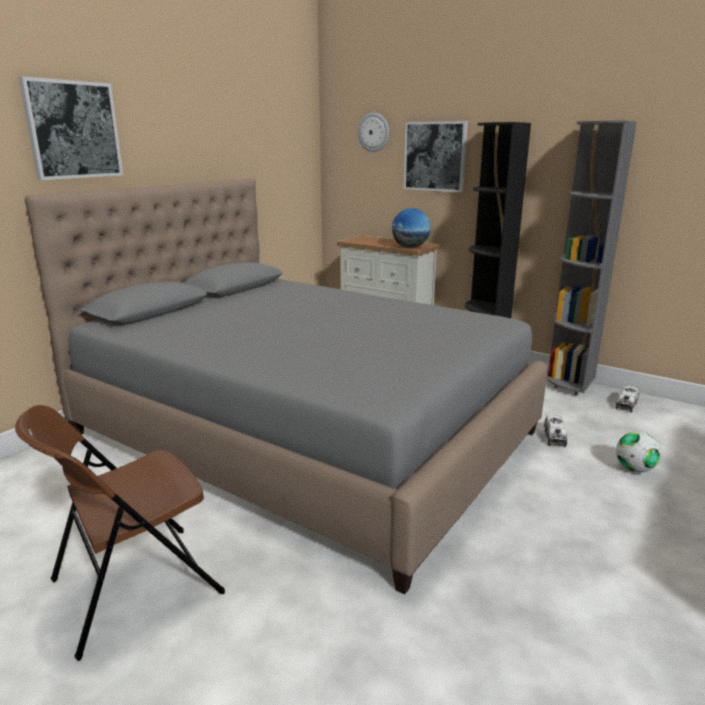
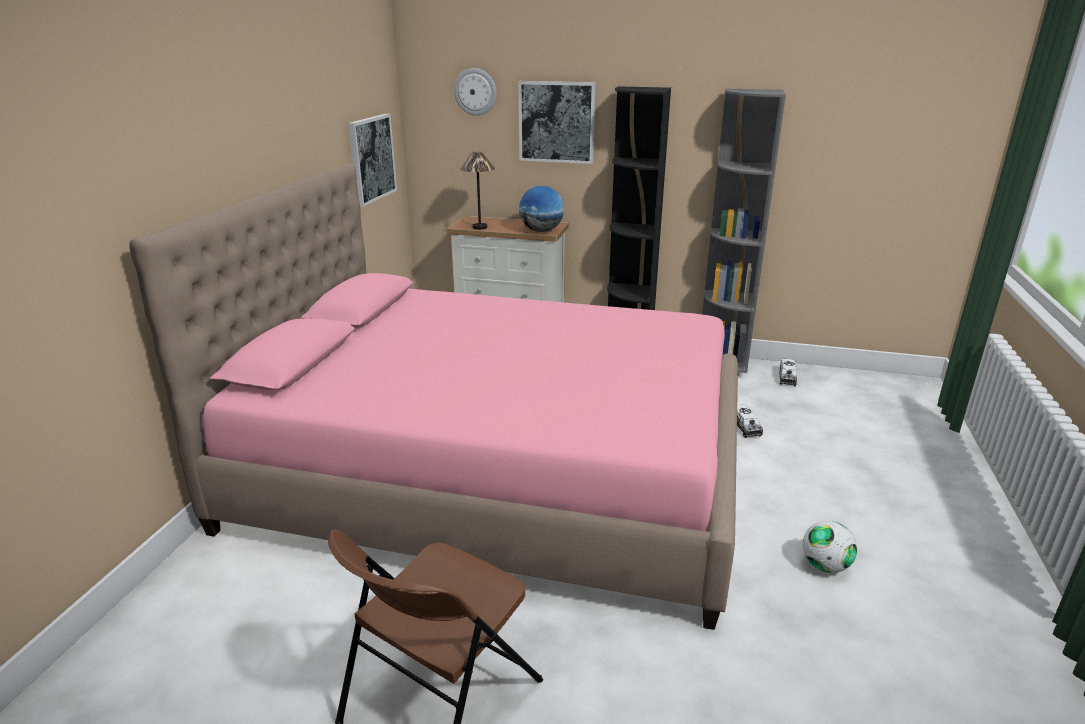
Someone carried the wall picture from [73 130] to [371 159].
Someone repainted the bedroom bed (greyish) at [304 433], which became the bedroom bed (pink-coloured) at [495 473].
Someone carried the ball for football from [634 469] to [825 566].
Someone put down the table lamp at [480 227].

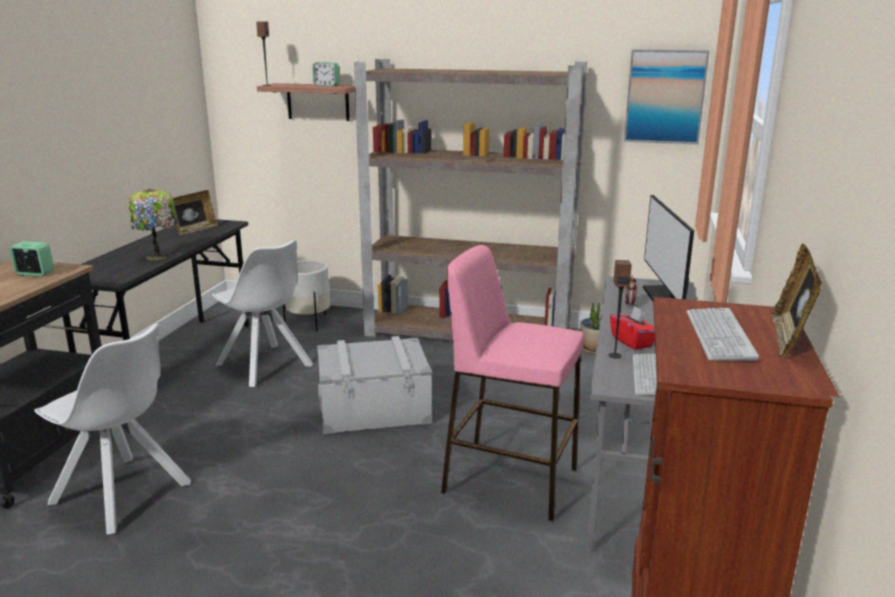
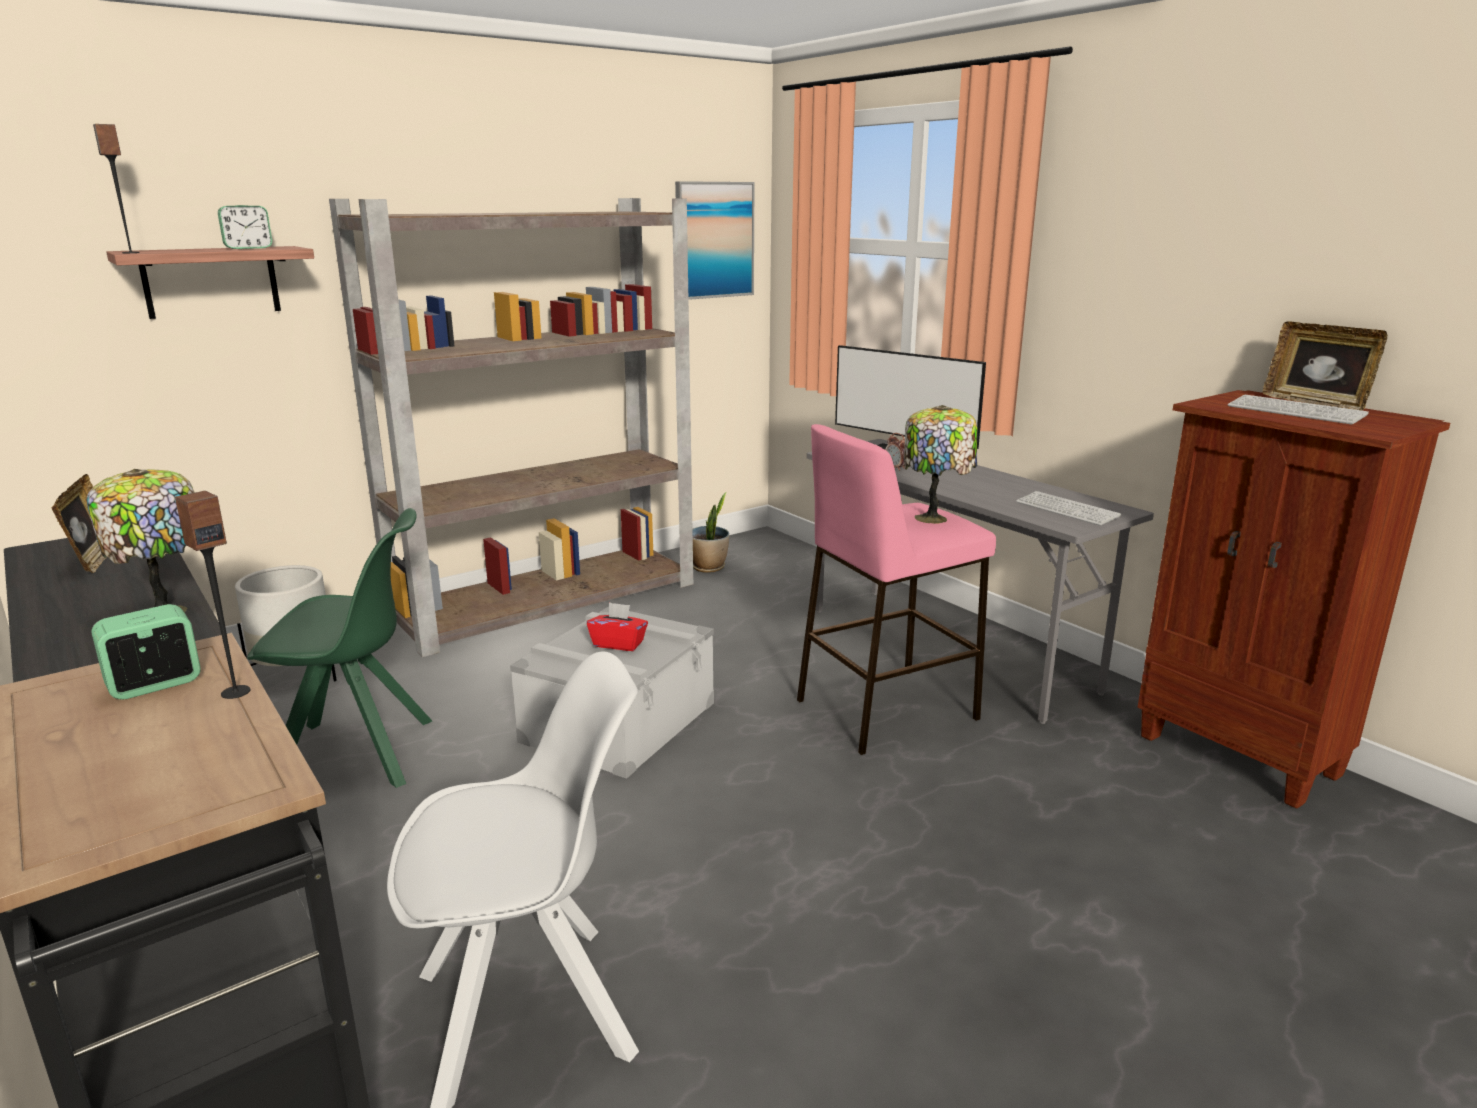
Someone repainted the chair (white) at [265 366], which became the chair (greenish) at [357 754].
Someone carried the speaker from [614 355] to [235 692].
Someone carried the tissue box (red-coloured) from [632 342] to [618 644].
Someone put down the table lamp at [934 518].

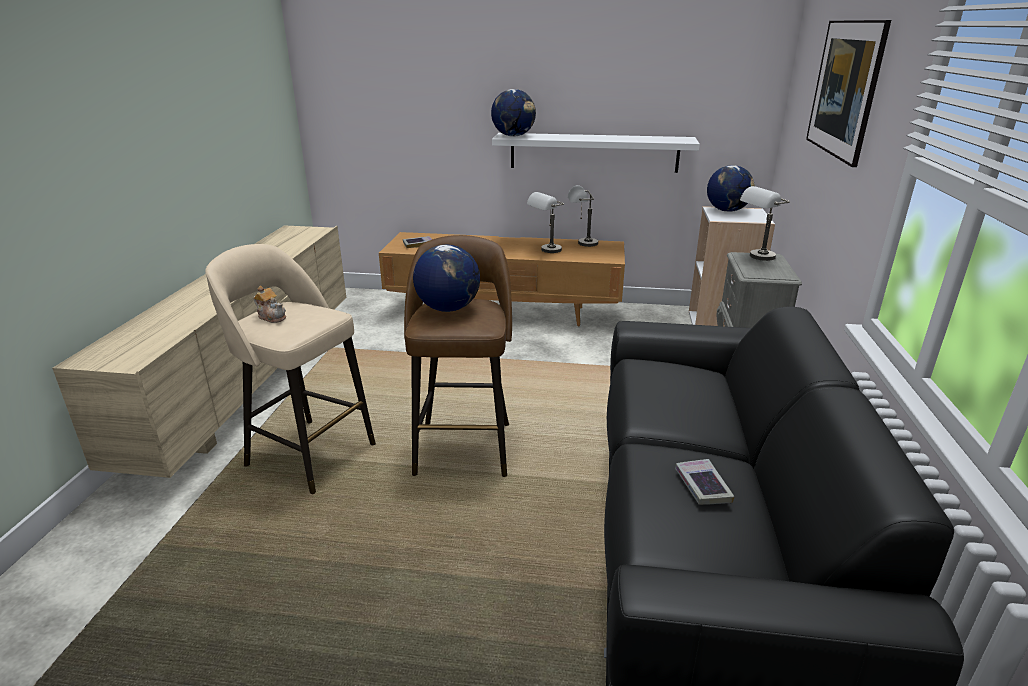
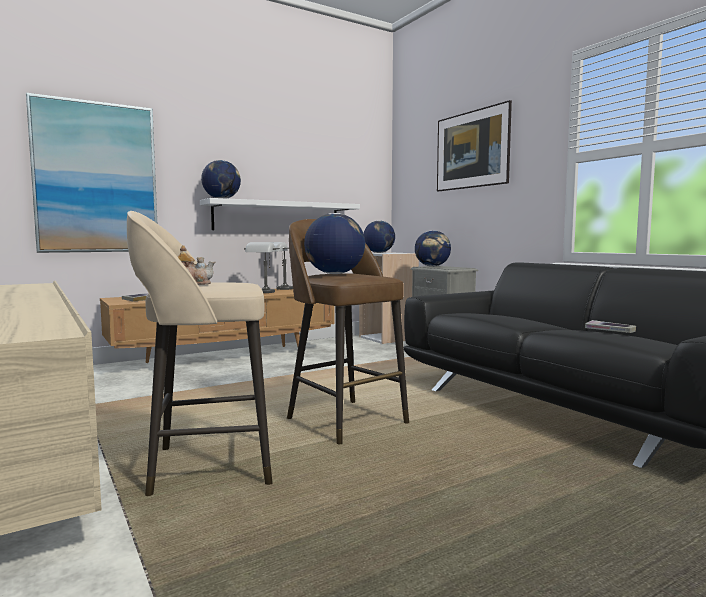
Someone swapped the table lamp (greyish) at [756 258] for the desk globe at [432 266].
Someone put up the wall picture at [96 178].

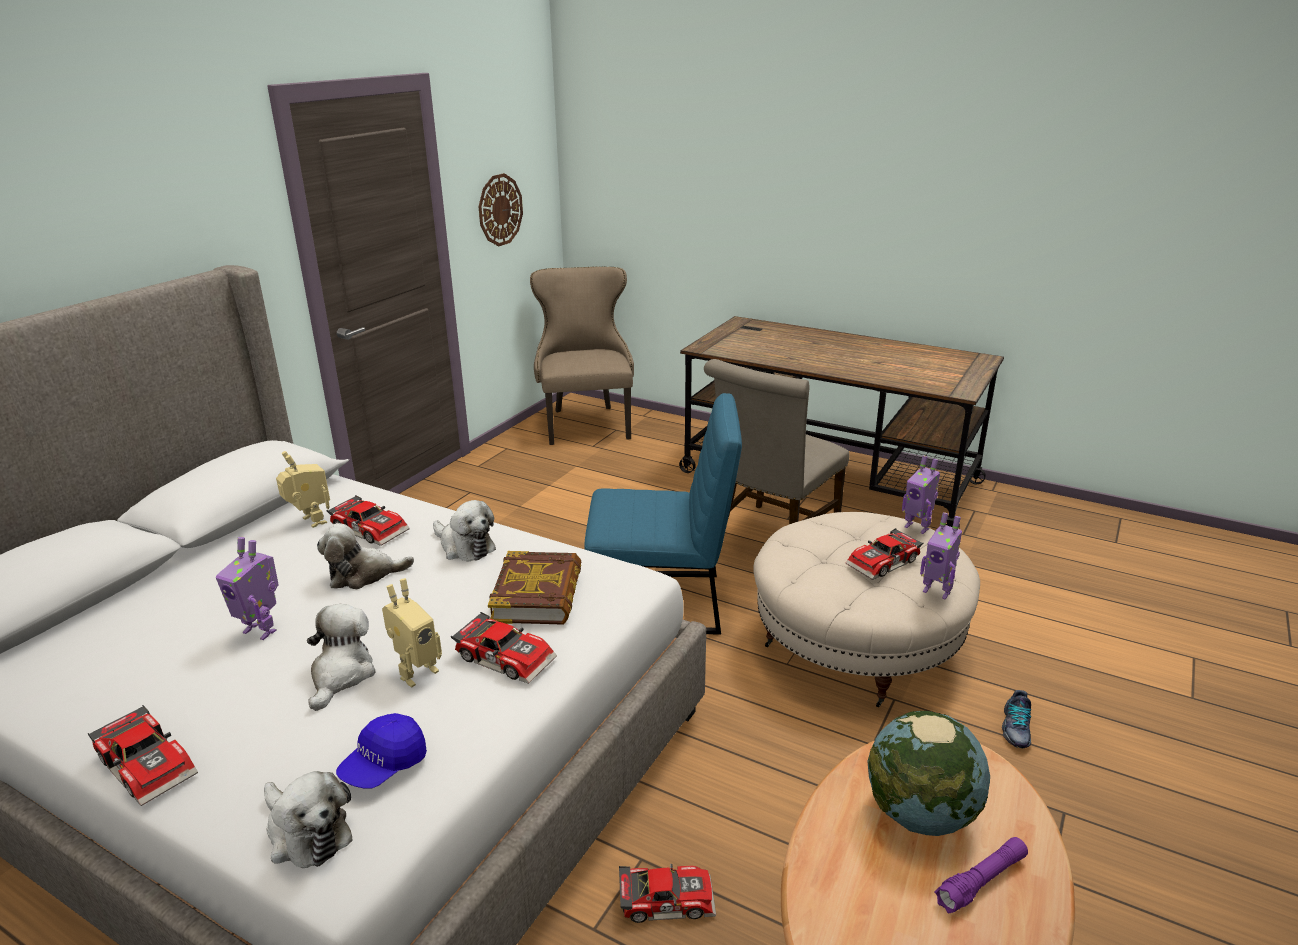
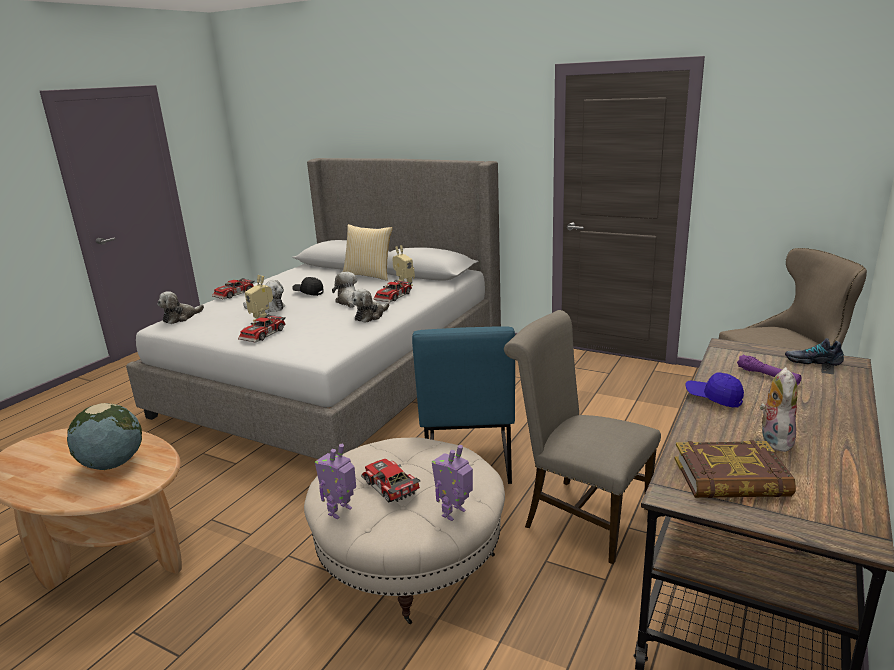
Someone swapped the robot figure at [261 630] for the baseball cap (black-coloured) at [308 293].
Someone carried the baseball cap (bluish) from [384 765] to [713 398].
Someone took away the hanging clock at [500 210].
Someone carried the book from [538 595] to [731 478].
Someone took away the toy car at [666 898].
Someone carried the hand torch (purple-coloured) from [981 881] to [767 376].
Someone carried the shoe from [1015 728] to [812 361].
Someone put down the throw pillow at [369 275].
Someone put down the soft toy at [773 440].

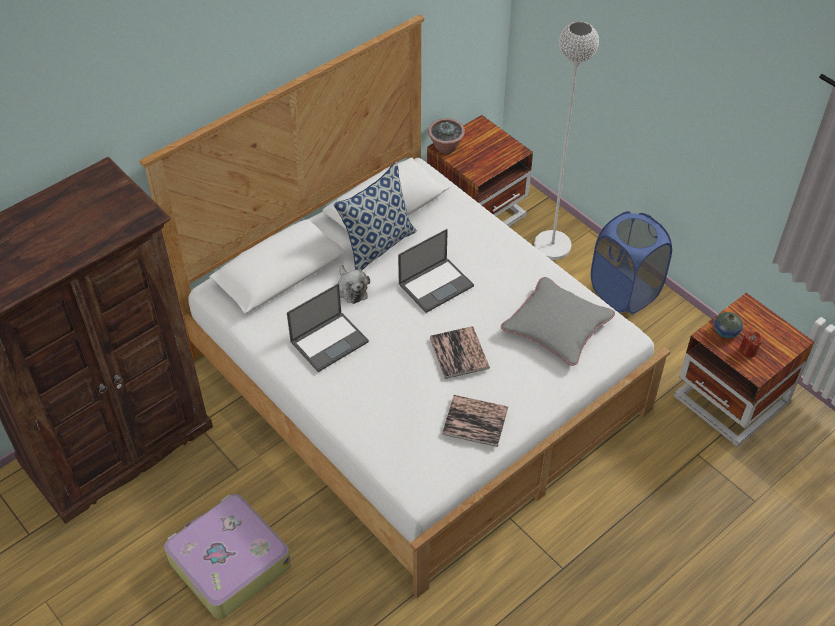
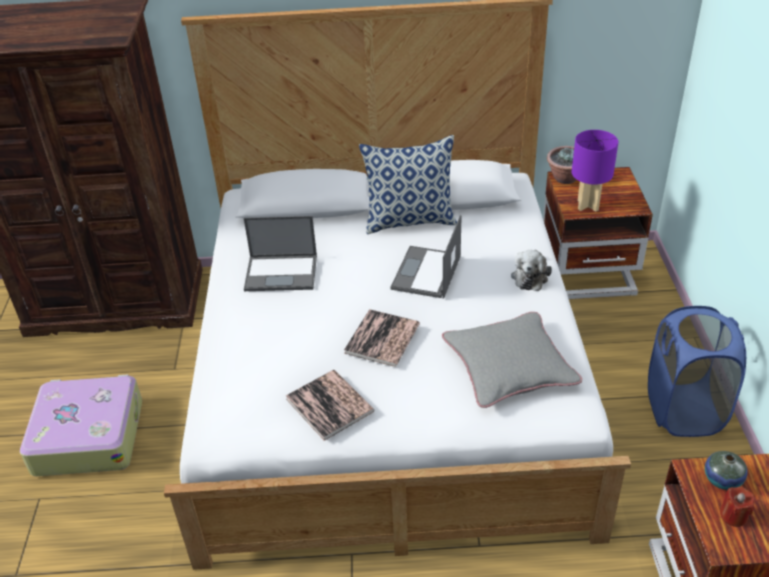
Someone carried the soft toy from [351 289] to [530 276].
Someone rotated the laptop at [436 284] by 105 degrees clockwise.
Someone took away the standing lamp (white) at [552 246].
Someone put down the table lamp (purple-coloured) at [587 205].

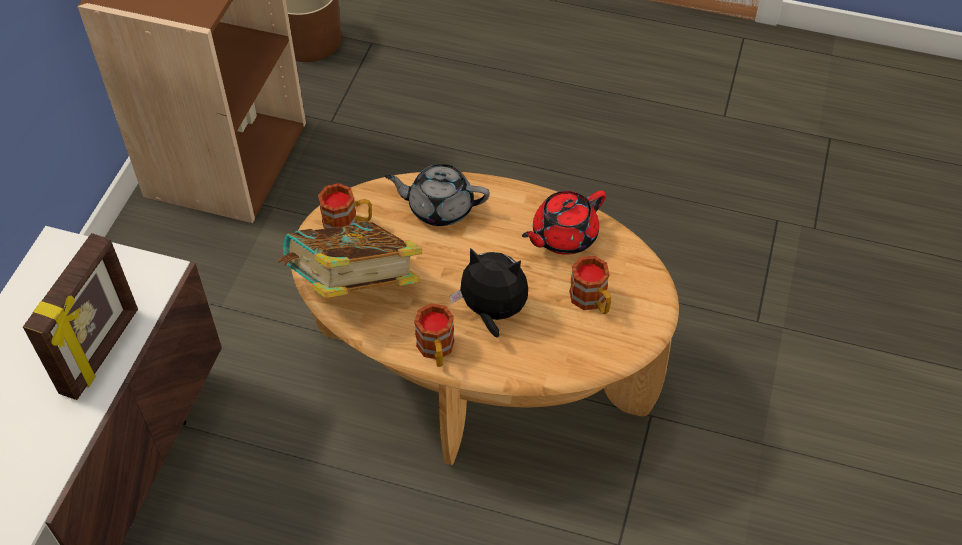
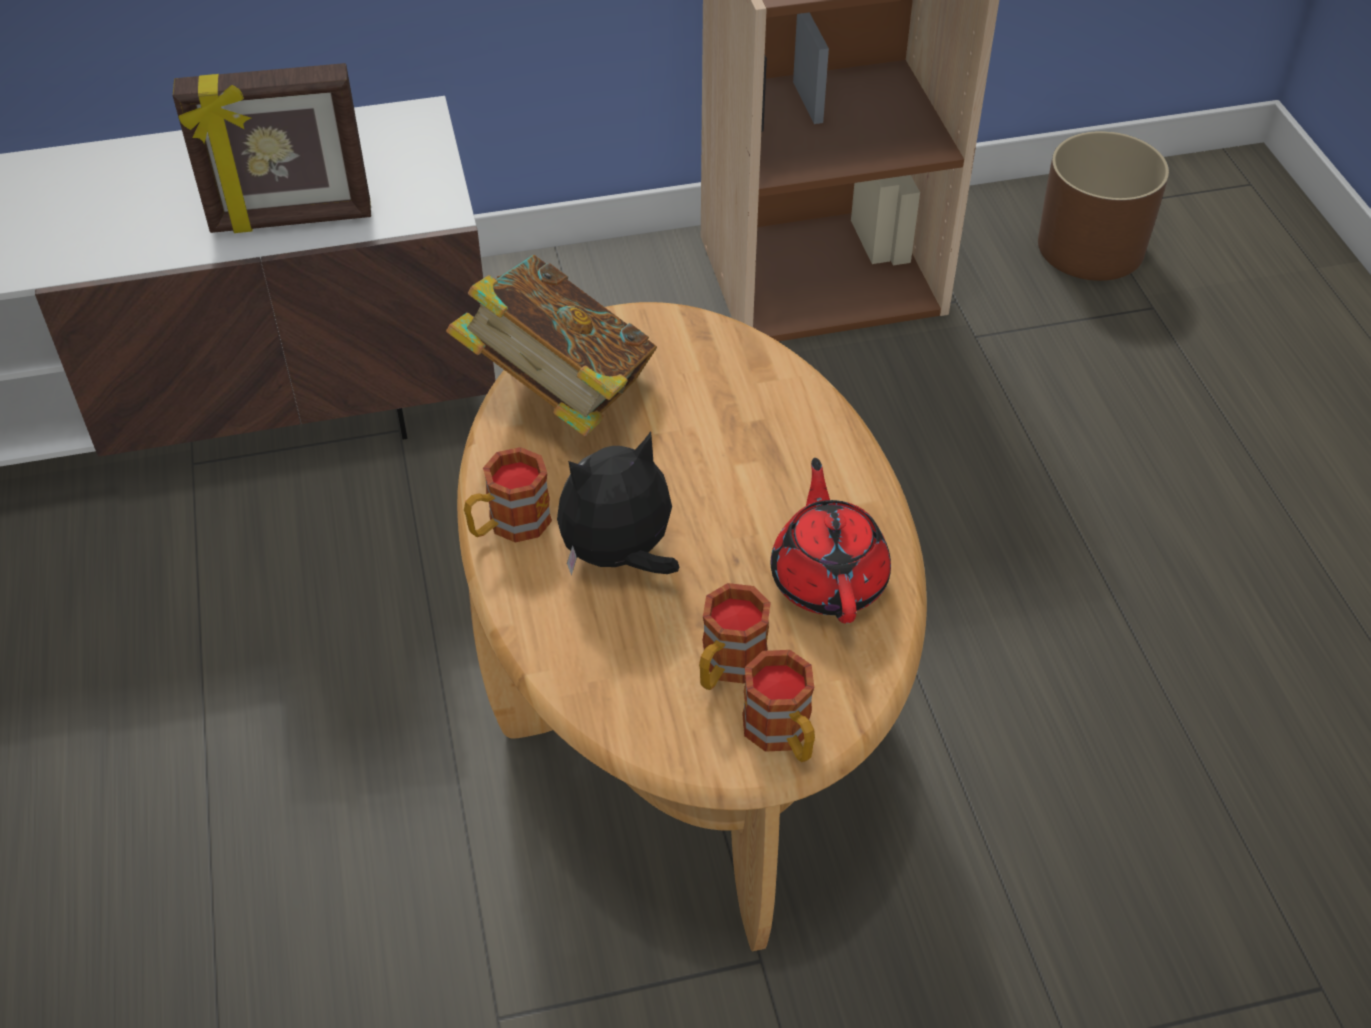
Someone carried the tea mug from [347 223] to [783 735].
Someone took away the pot for tea (greyish) at [439 207].
Someone rotated the soft toy at [492 312] by 105 degrees counterclockwise.
Someone rotated the pot for tea (red-coloured) at [563 236] by 60 degrees clockwise.

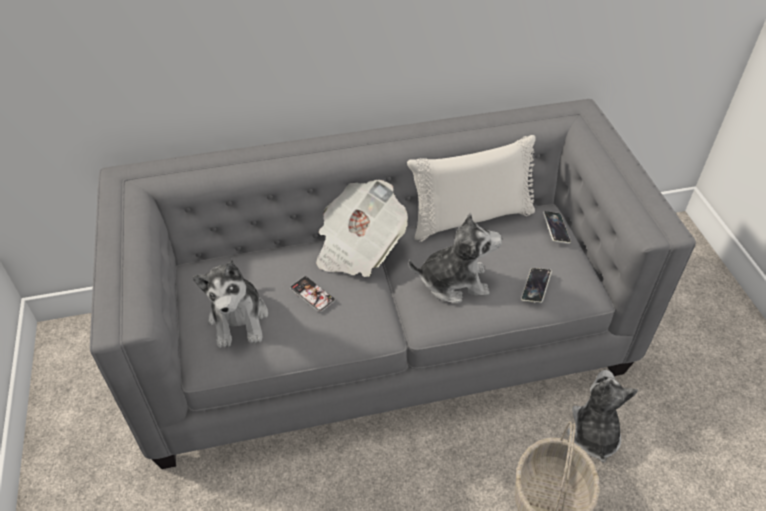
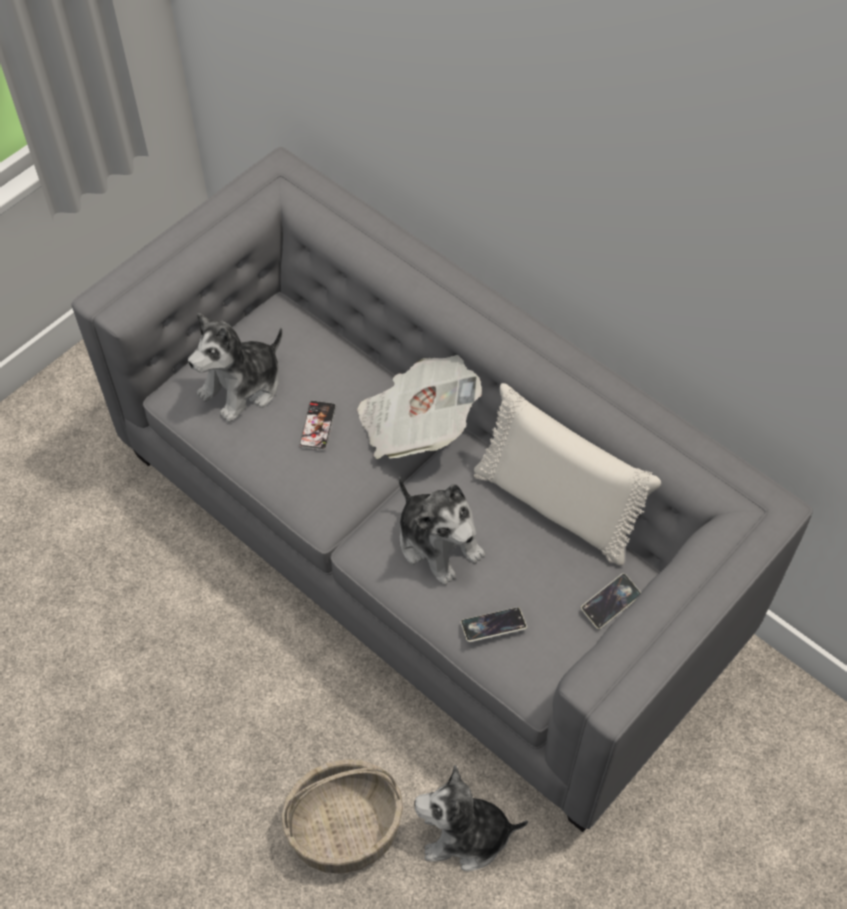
Someone rotated the soft toy at [593 434] by 150 degrees counterclockwise.

